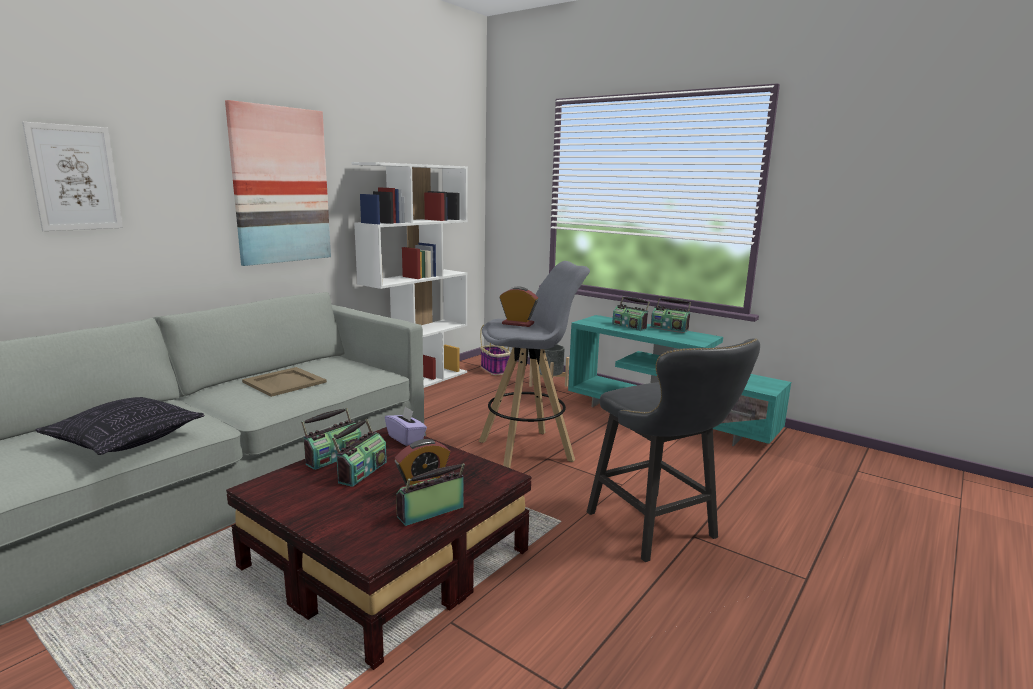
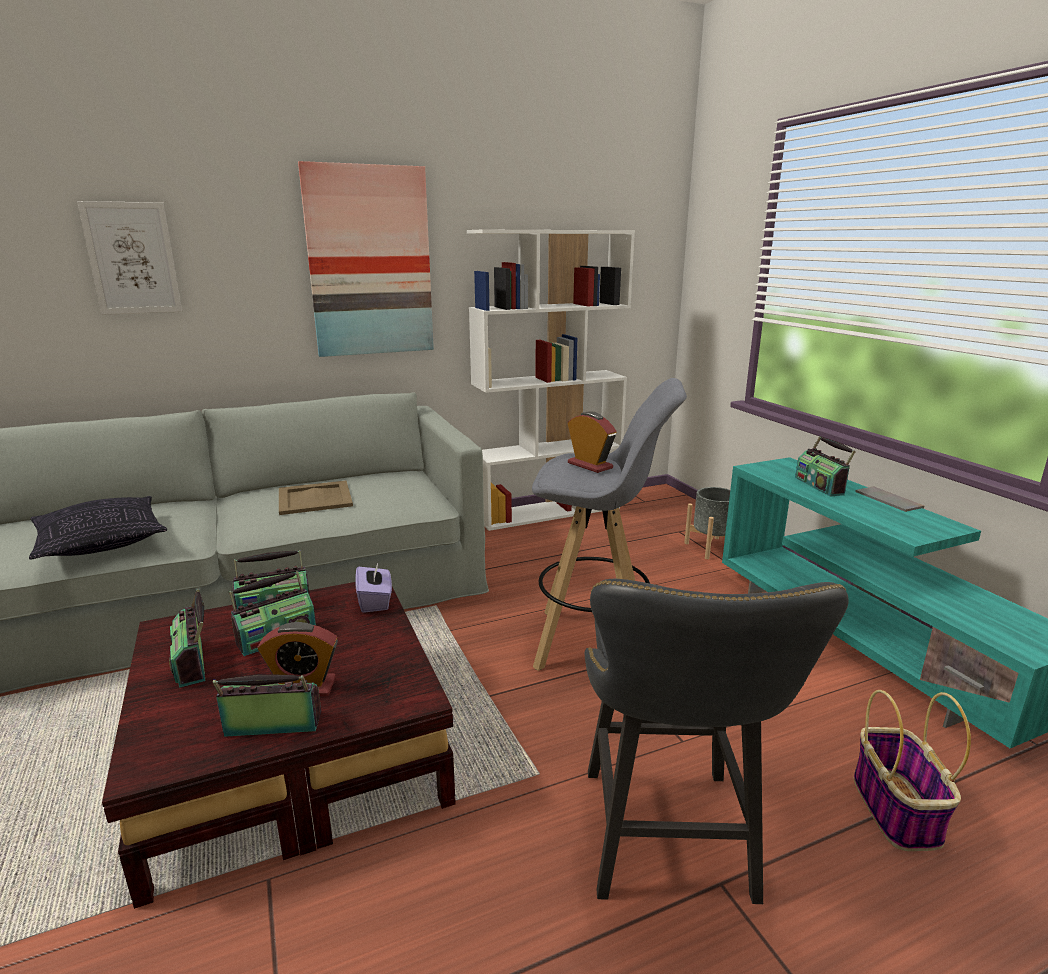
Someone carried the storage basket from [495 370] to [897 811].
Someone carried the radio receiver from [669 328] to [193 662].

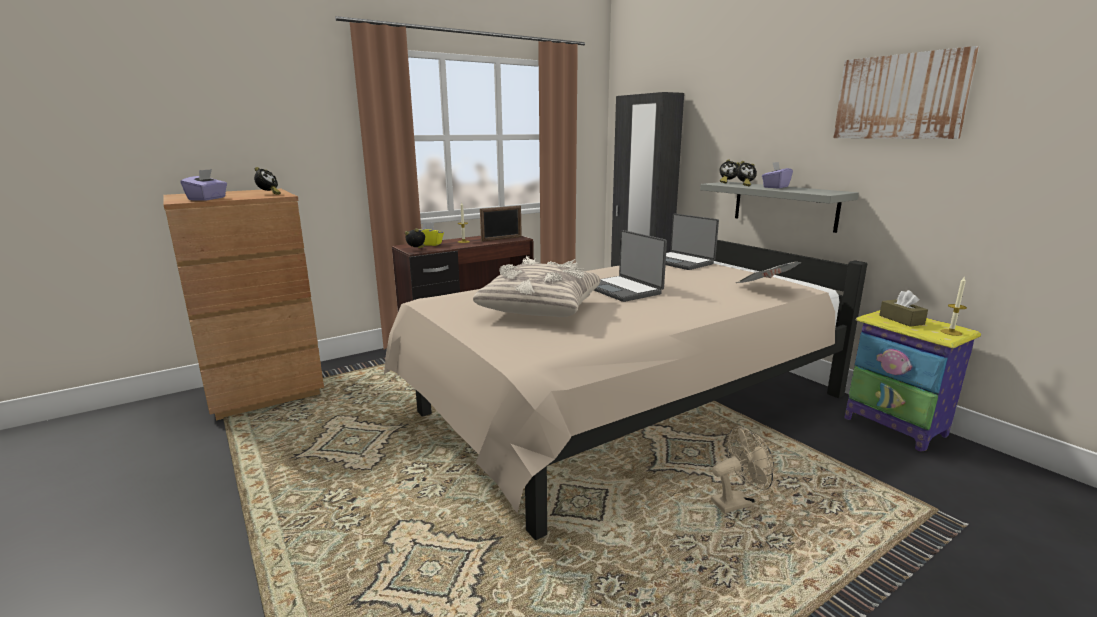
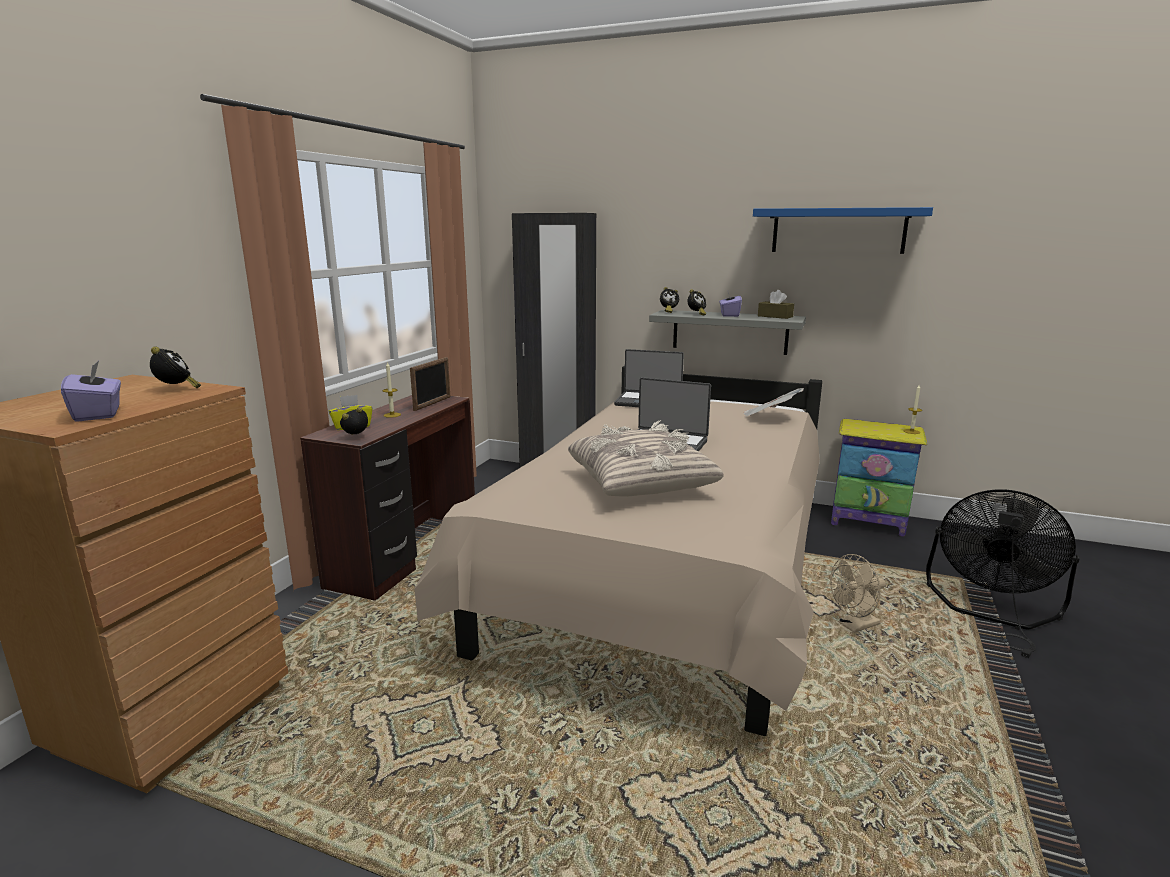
Someone rotated the electric fan (beige) at [737 502] by 150 degrees counterclockwise.
Someone swapped the wall picture at [900 97] for the bracket shelf (bluish) at [838 231].
Someone carried the tissue box (brownish) from [901 320] to [775 316].
Someone put down the electric fan (black-coloured) at [995 614].

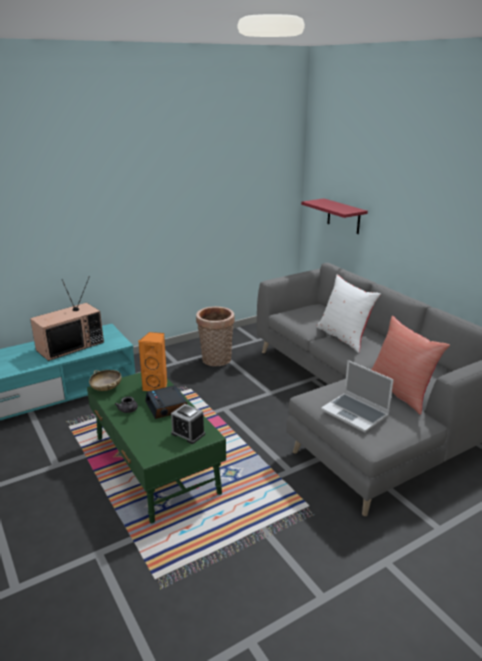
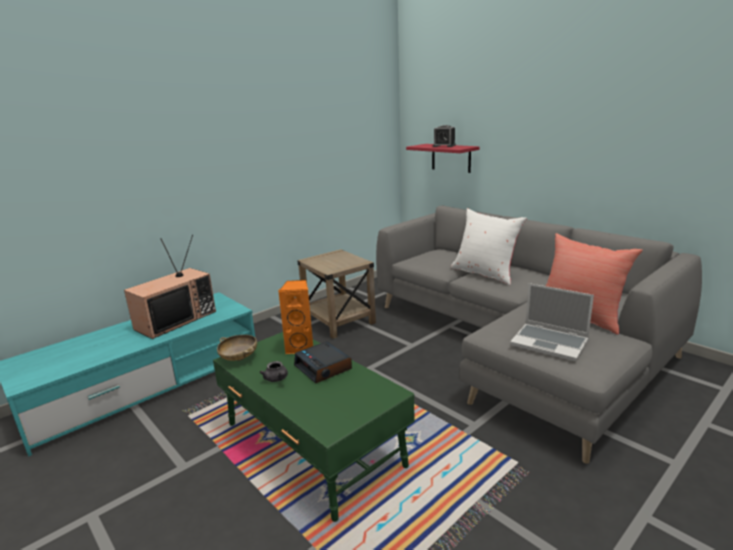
Someone carried the bedside clock from [188 434] to [444 146].
Someone swapped the storage basket at [216 361] for the side table (beige) at [339 321].

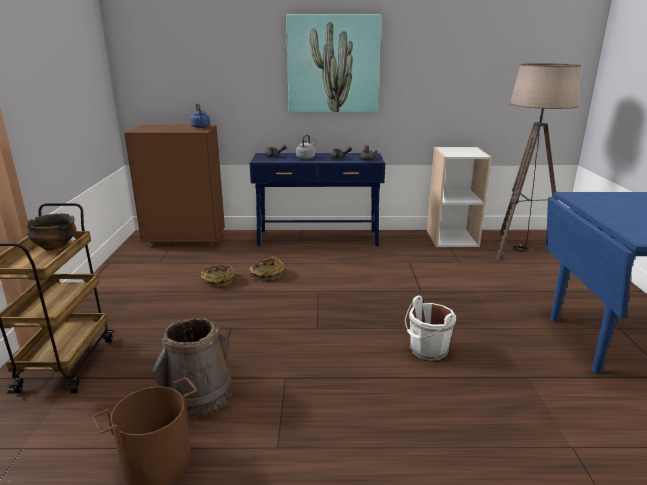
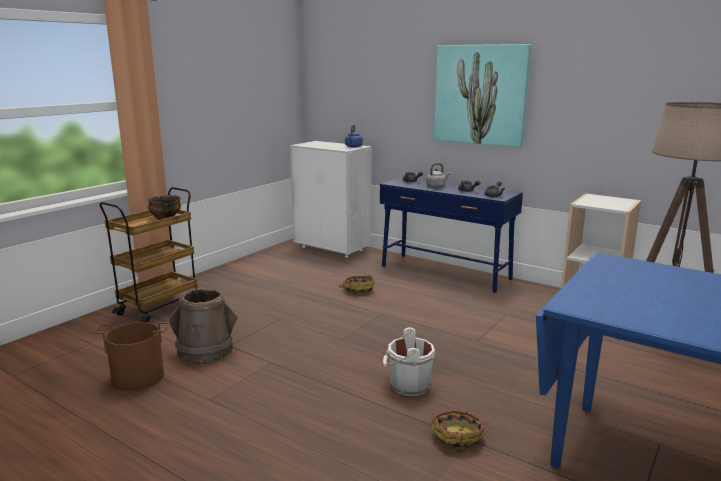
Someone repainted the cupboard (brownish) at [186 239], which became the cupboard (white) at [333 248].
Someone carried the storage basket from [219 280] to [458 437].

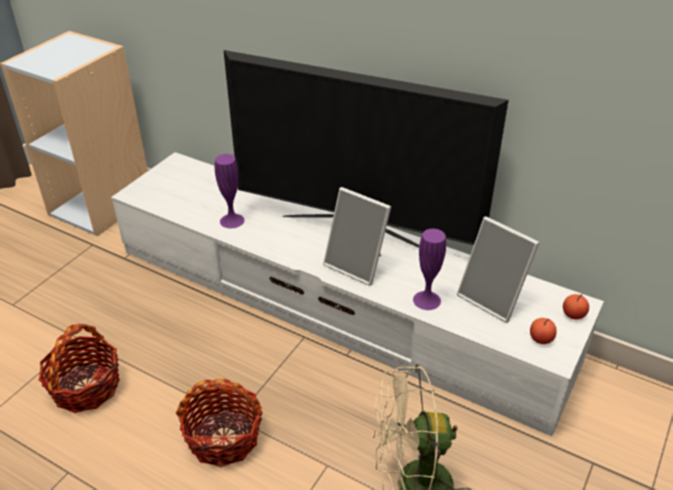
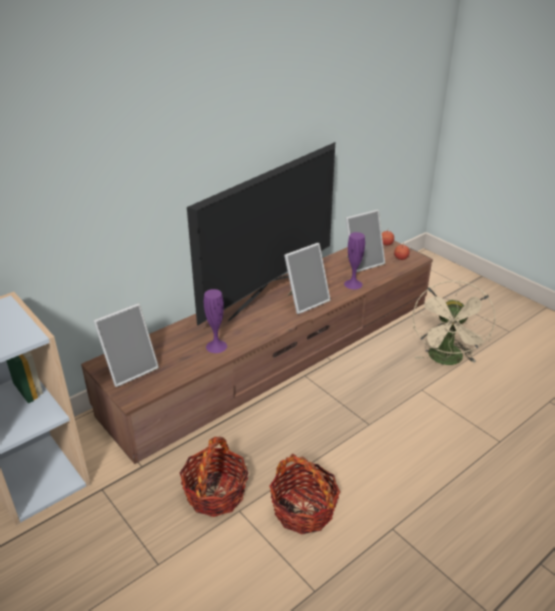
Someone repainted the media console (white) at [337 301], which became the media console (brownish) at [276 352].
Someone carried the storage basket from [224 437] to [215 493].
Someone put down the standing frame at [130 369].

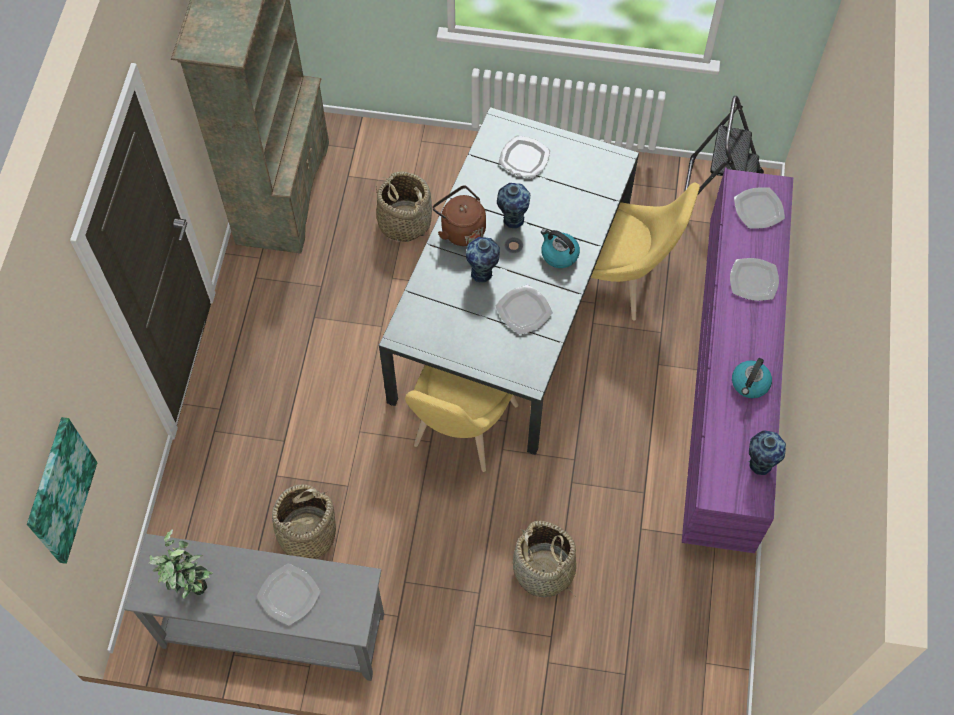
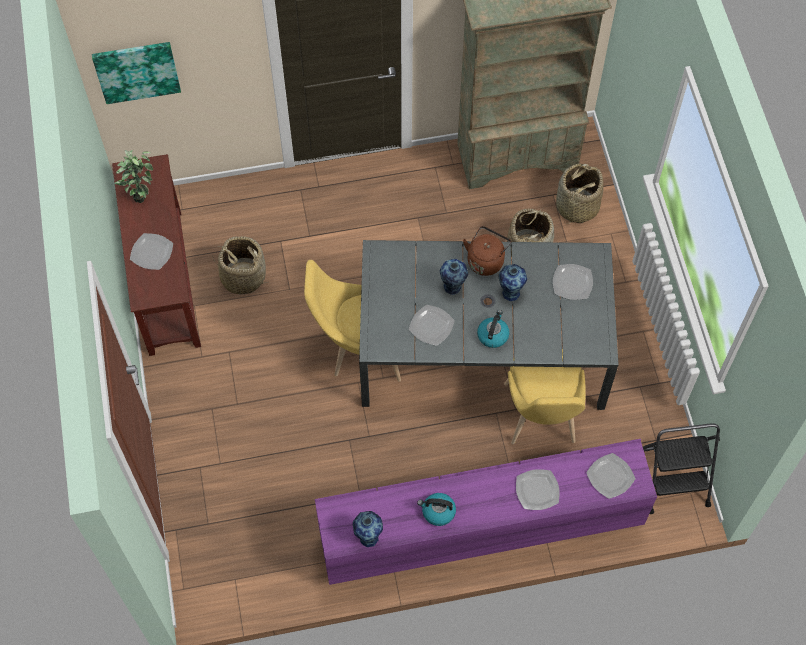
Someone repainted the console table (greyish) at [272 631], which became the console table (brownish) at [165 282].
Someone carried the storage basket from [544 571] to [576 206].

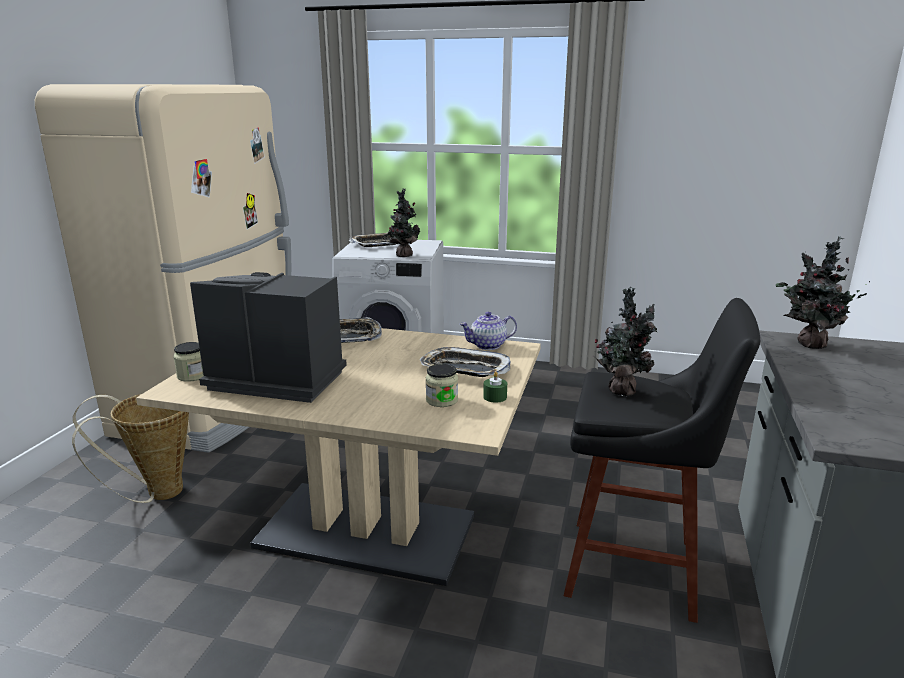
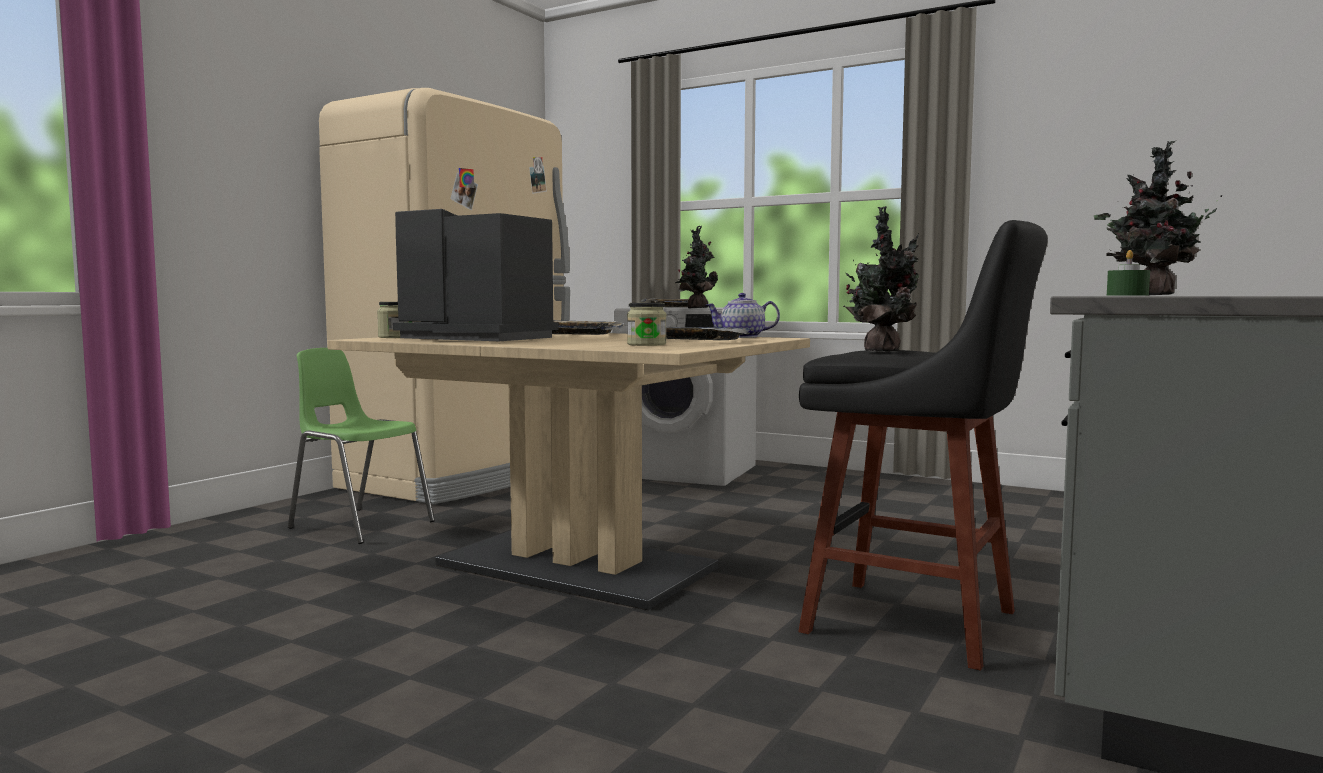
Someone swapped the storage basket at [156 493] for the chair (greenish) at [360 525].
Someone carried the wax light (greenish) from [495 397] to [1127 295].

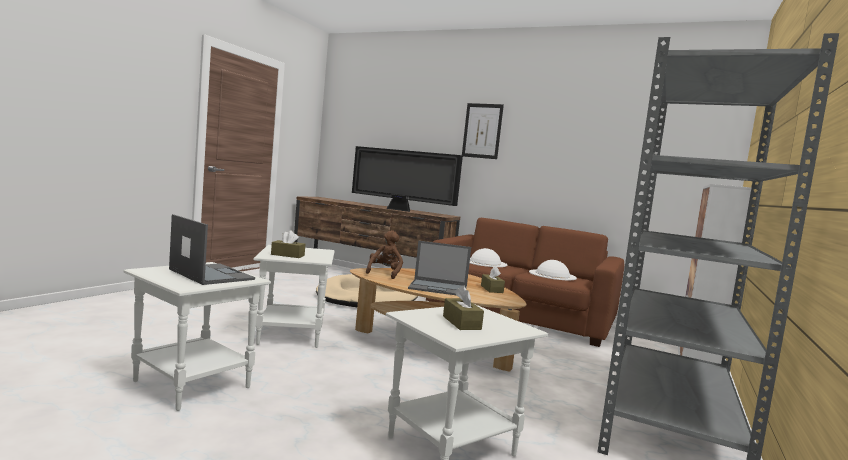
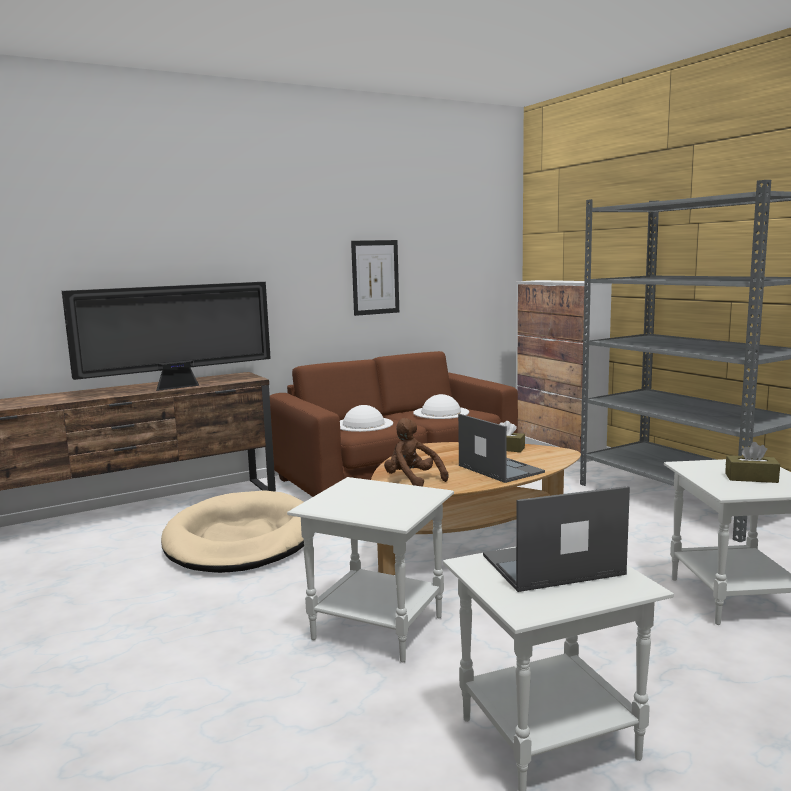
Someone took away the tissue box (brownish) at [287 255].
Someone rotated the laptop at [439 288] by 75 degrees counterclockwise.
Someone carried the wall picture from [482 131] to [375 277].

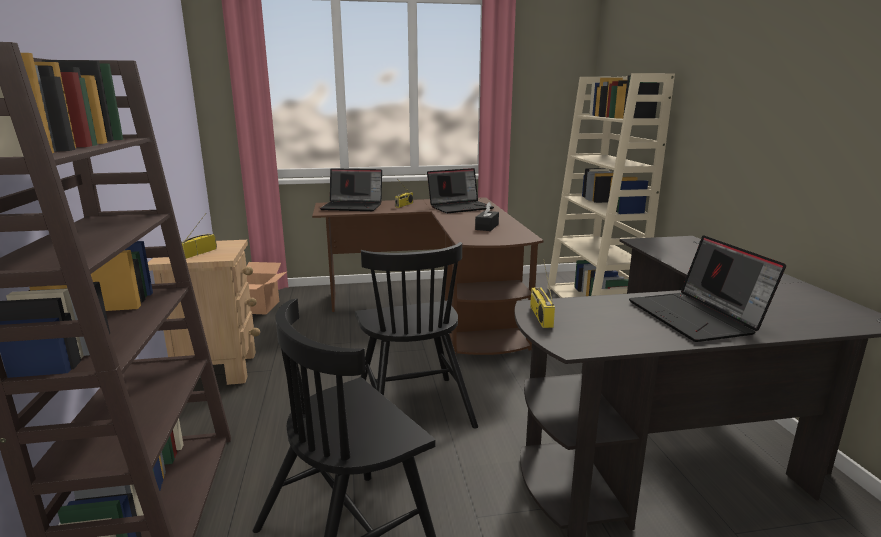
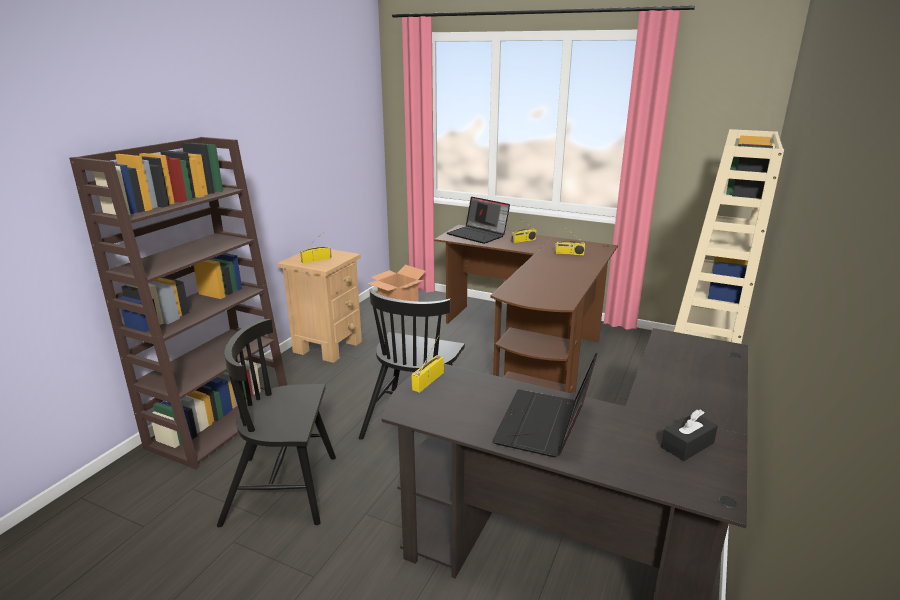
Someone swapped the laptop at [460 207] for the radio receiver at [569 253].
Someone carried the tissue box (black-coloured) from [487 227] to [687 445].

